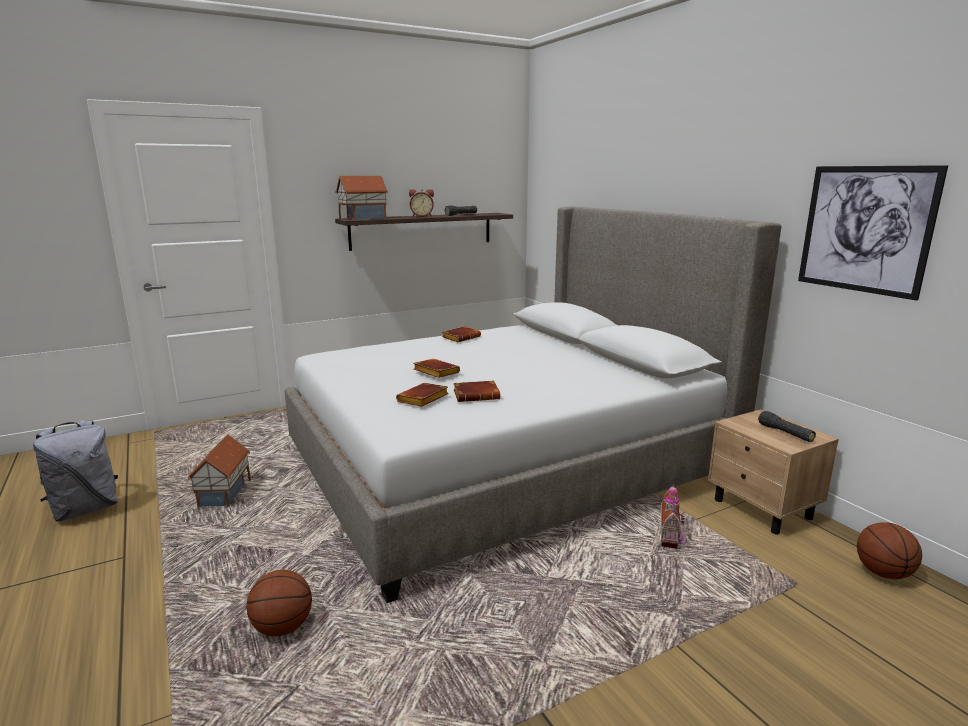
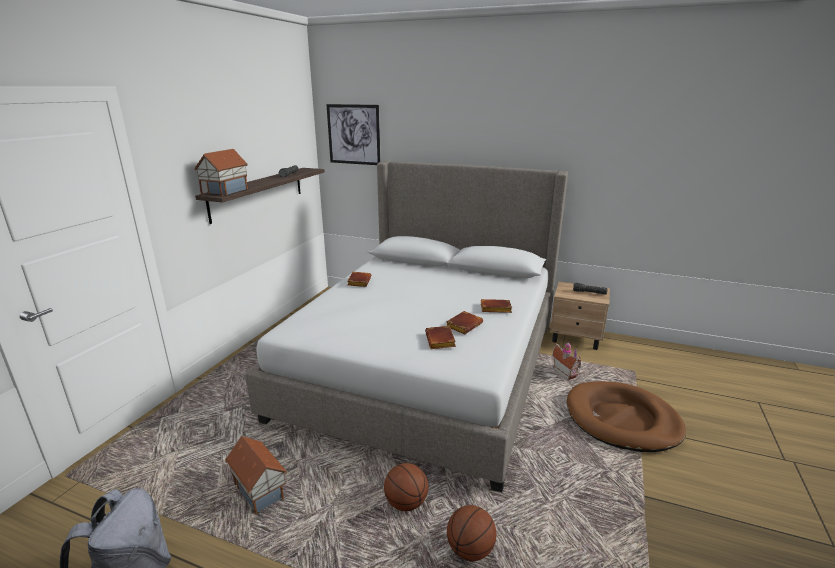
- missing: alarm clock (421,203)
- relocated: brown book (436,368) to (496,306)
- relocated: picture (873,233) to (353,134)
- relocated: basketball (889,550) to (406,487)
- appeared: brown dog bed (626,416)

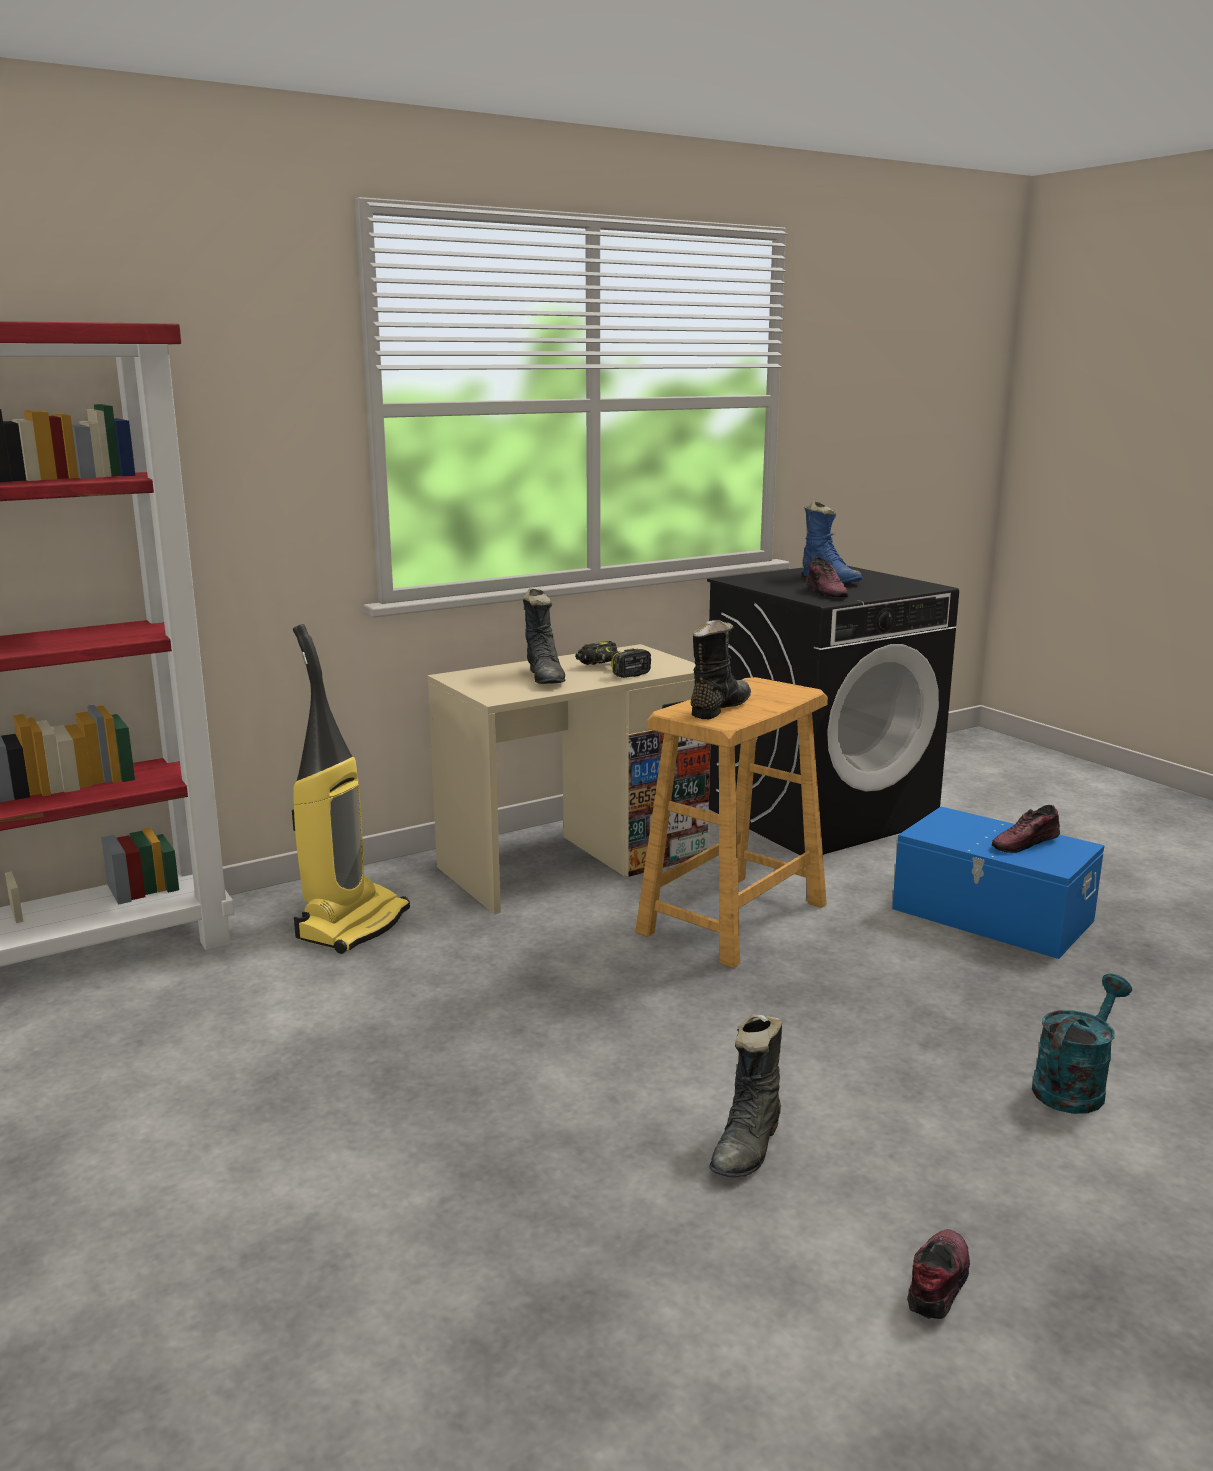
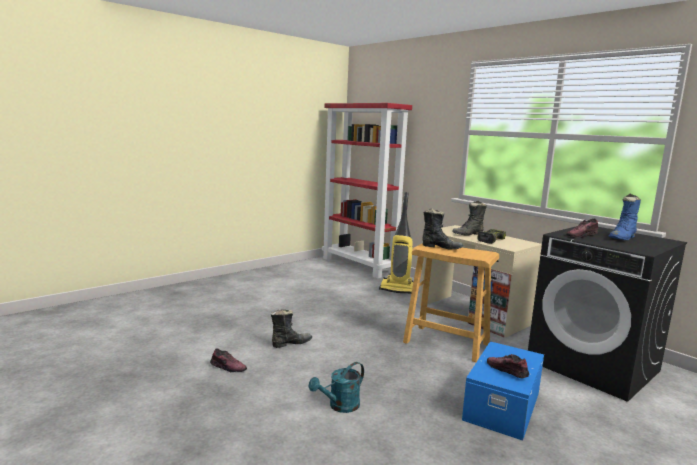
- spun: black boot (745,1096) = (291,328) 135 degrees clockwise
- spun: turquoise watering can (1082,1043) = (336,387) 105 degrees clockwise

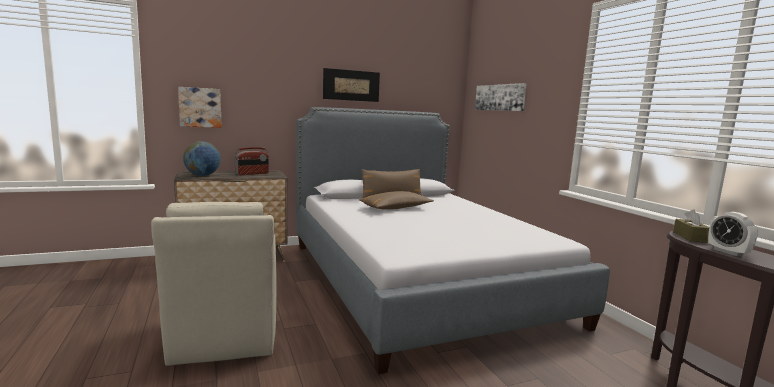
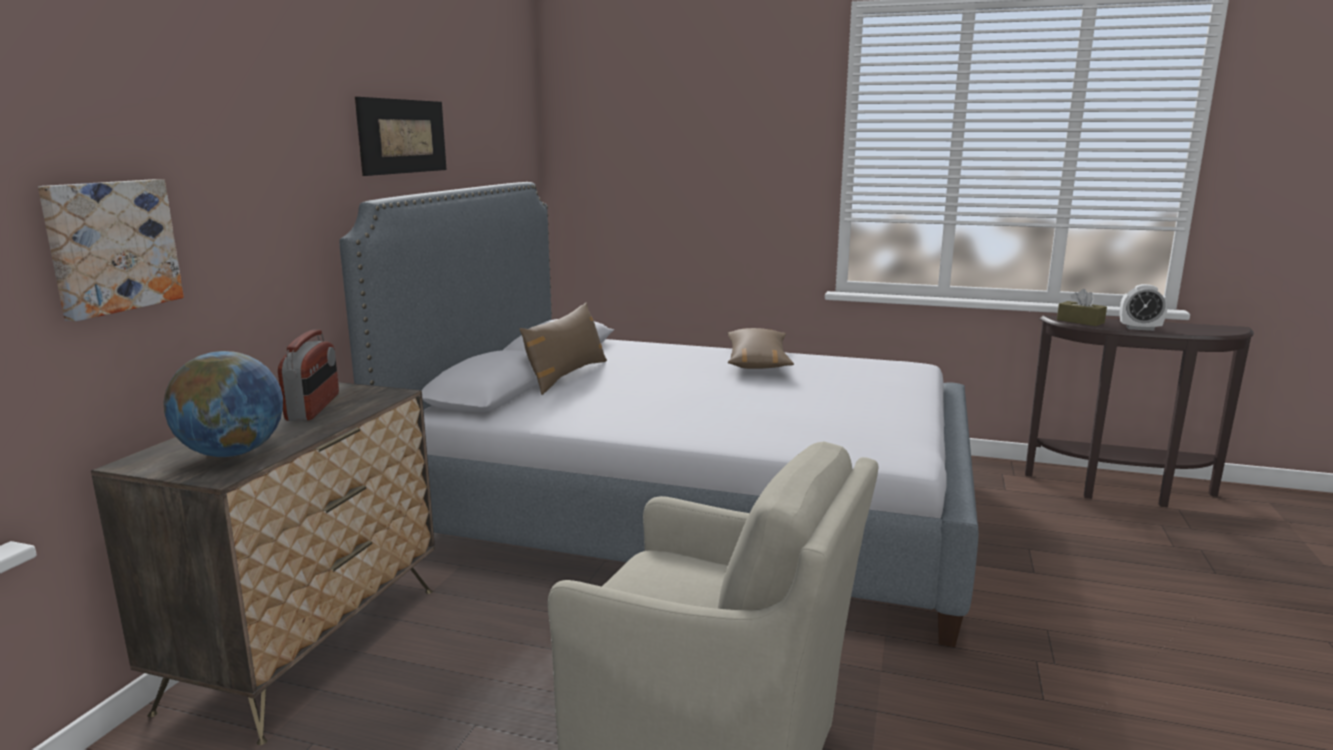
- relocated: brown pillow (396,200) to (760,348)
- missing: picture (501,97)

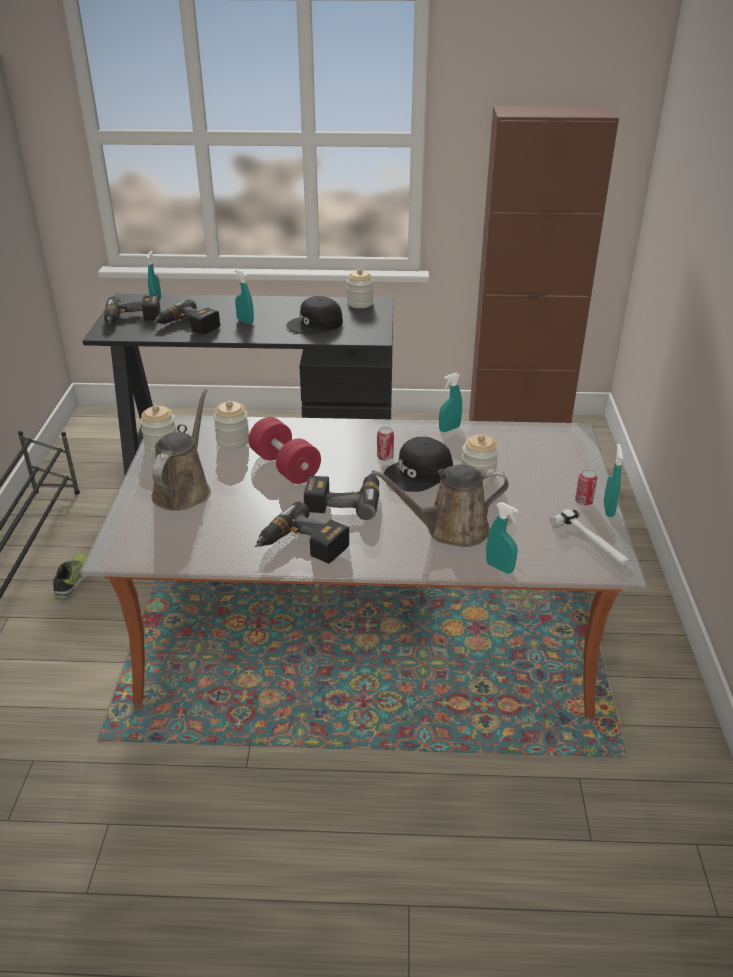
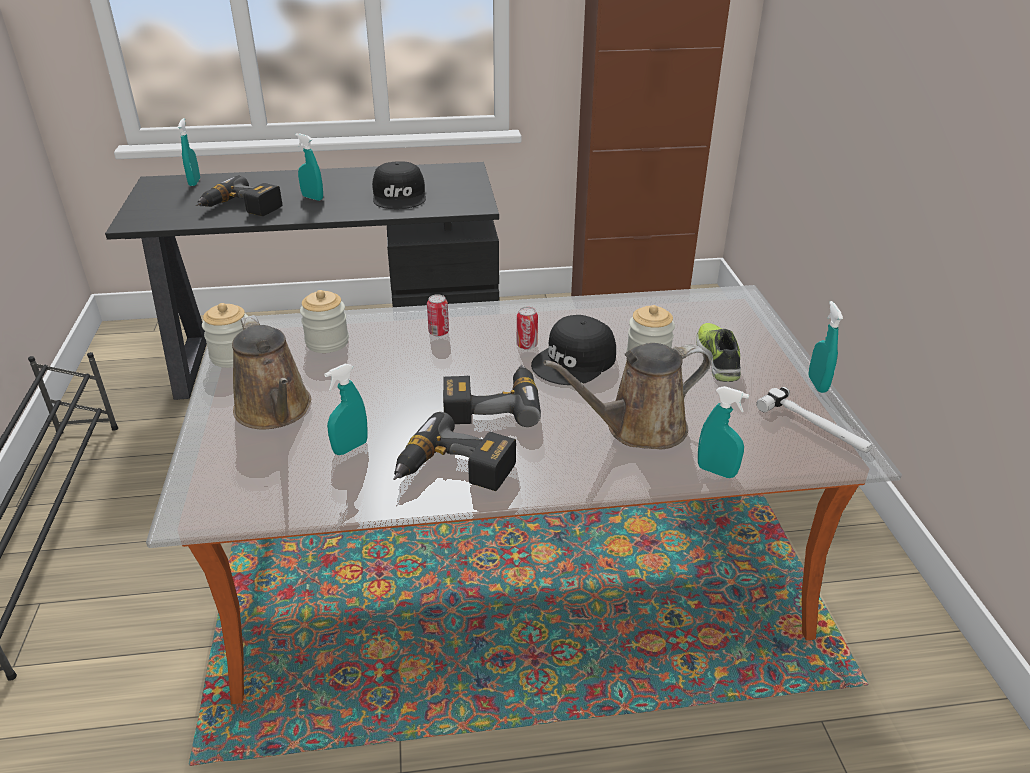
- relocated: shoe (70,576) to (718,352)
- missing: power drill (132,309)
- spun: brown watering can (181,449) = (271,372) 150 degrees clockwise
- missing: red dumbbell (285,450)
- spun: black cap (315,315) = (399,185) 60 degrees counterclockwise
- missing: jar (360,288)
- relocated: turquoise spray bottle (450,402) to (346,409)
- relocated: can (586,488) to (438,315)

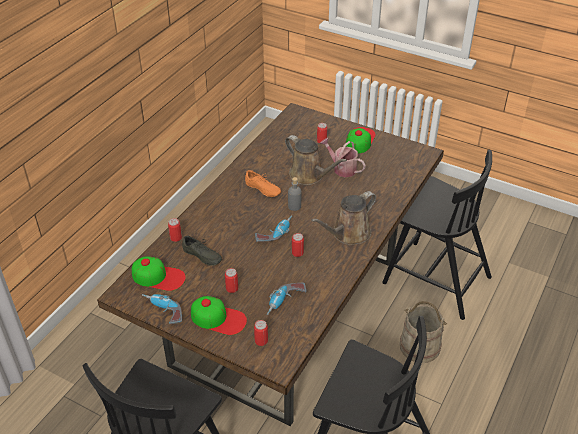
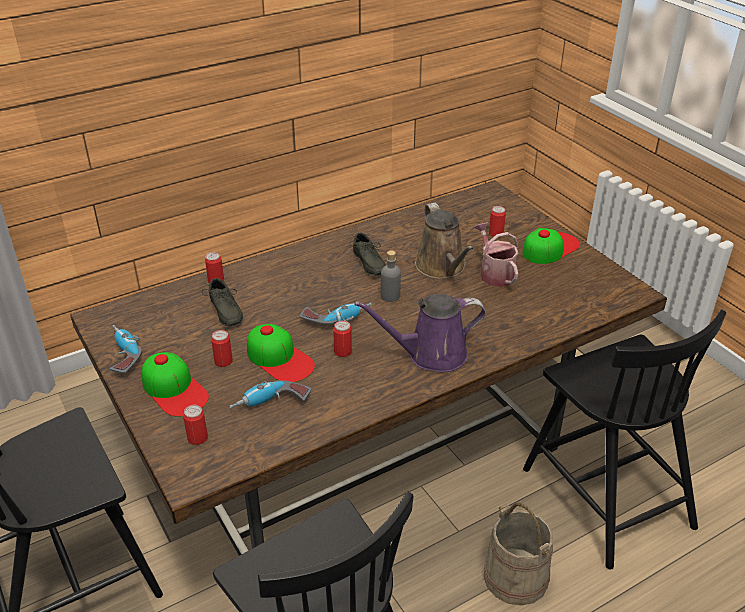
- relocated: cap (159,273) to (281,353)
- colour: orange shoe (263,183) to grey shoe (367,254)
- colour: brown watering can (343,218) to purple watering can (420,333)

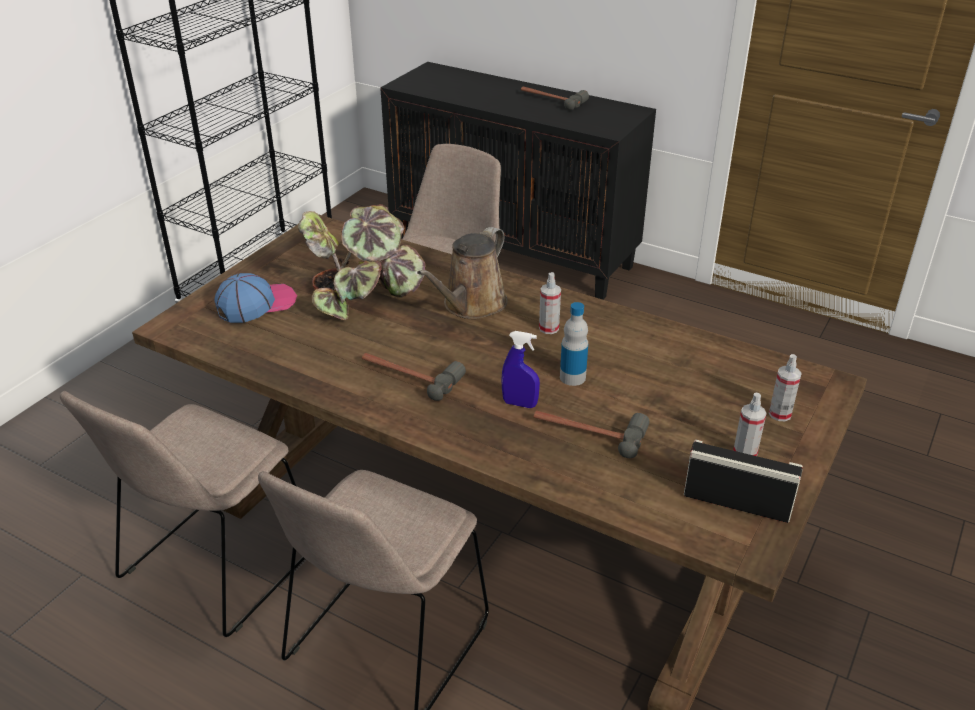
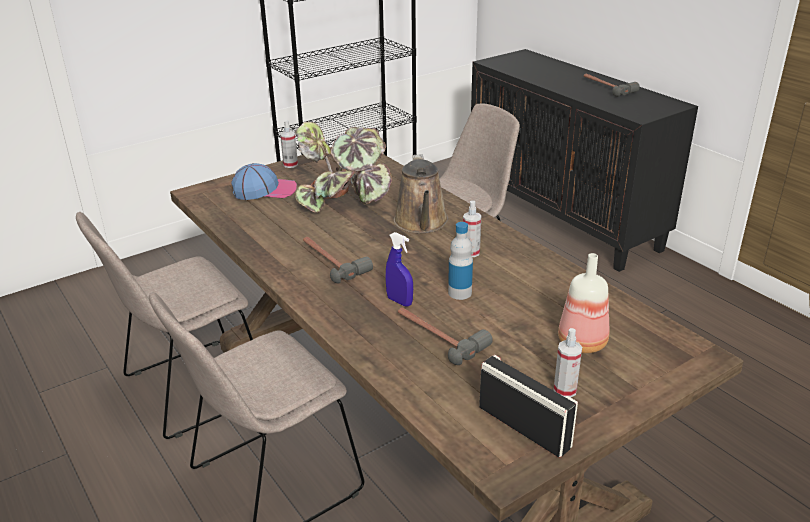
- spun: brown watering can (462,273) = (421,193) 60 degrees counterclockwise
- relocated: spray bottle (785,387) to (289,144)
- appeared: bottle (583,303)

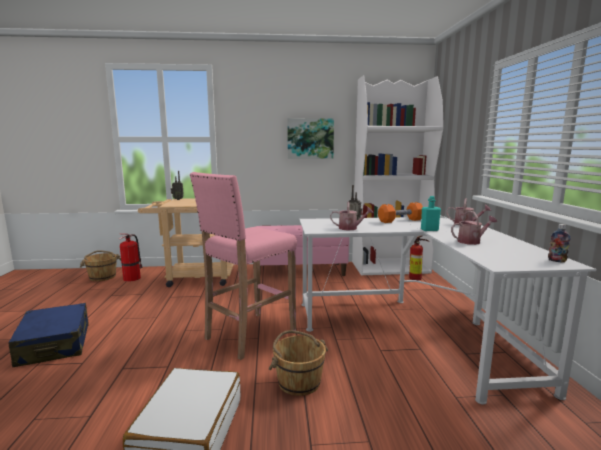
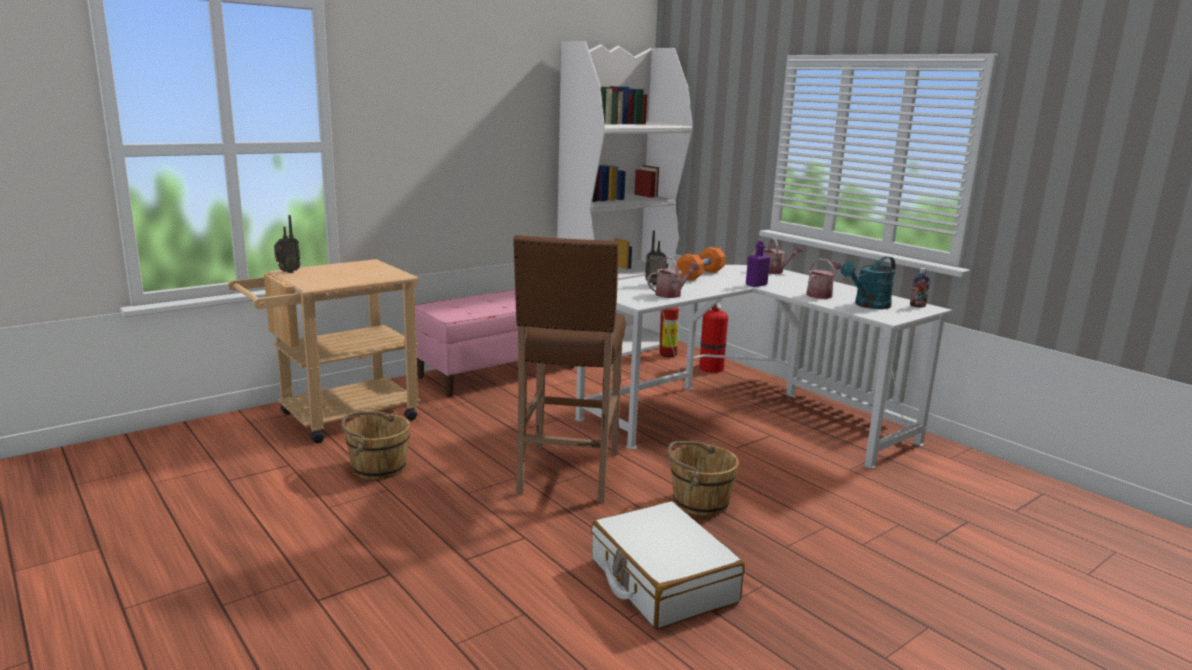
- missing: blue suitcase (48,335)
- relocated: brown bucket (100,265) to (375,445)
- relocated: fire extinguisher (131,258) to (713,336)
- colour: pink stool (243,266) to brown stool (569,368)
- missing: picture (310,138)
- colour: turquoise bottle (431,213) to purple bottle (758,264)
- appeared: turquoise watering can (868,282)

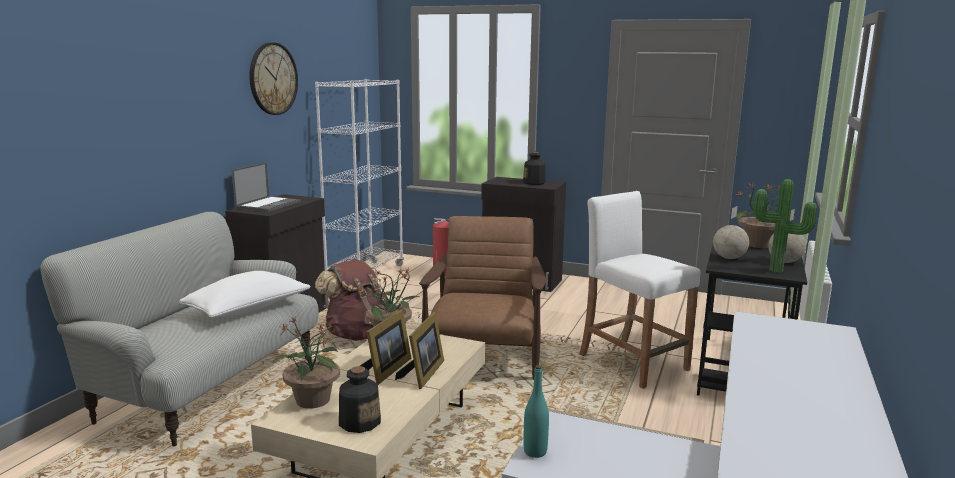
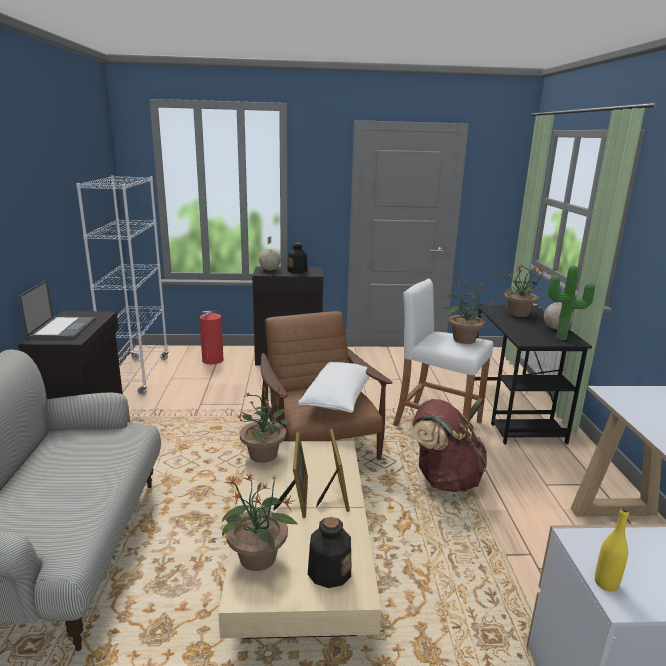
- relocated: white pillow (244,294) to (336,387)
- missing: wall clock (273,78)
- relocated: brown backpack (351,300) to (449,445)
- colour: turquoise bottle (536,411) to yellow bottle (612,549)
- relocated: globe (731,232) to (270,253)
- appeared: potted plant (467,313)

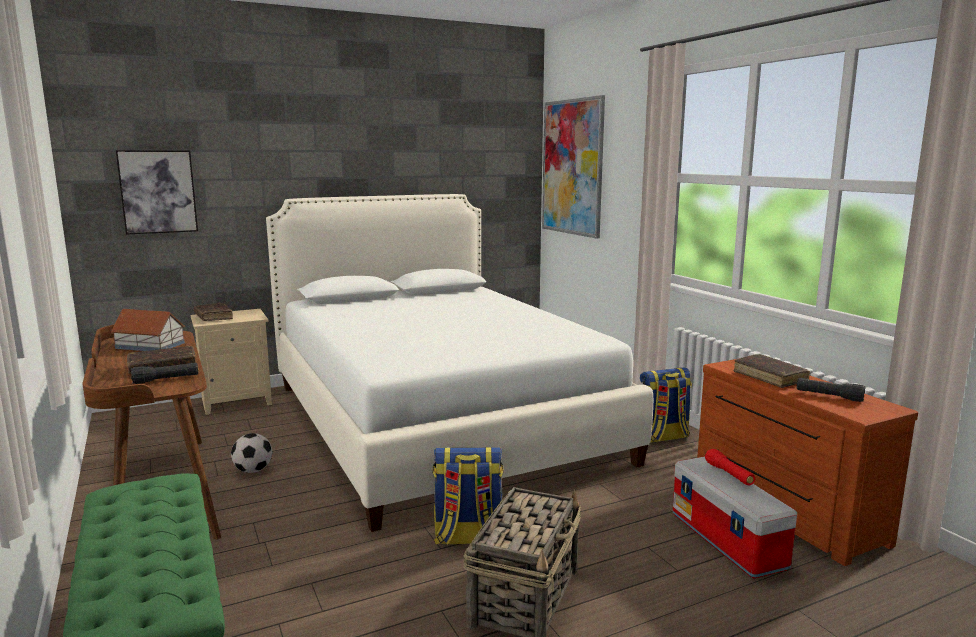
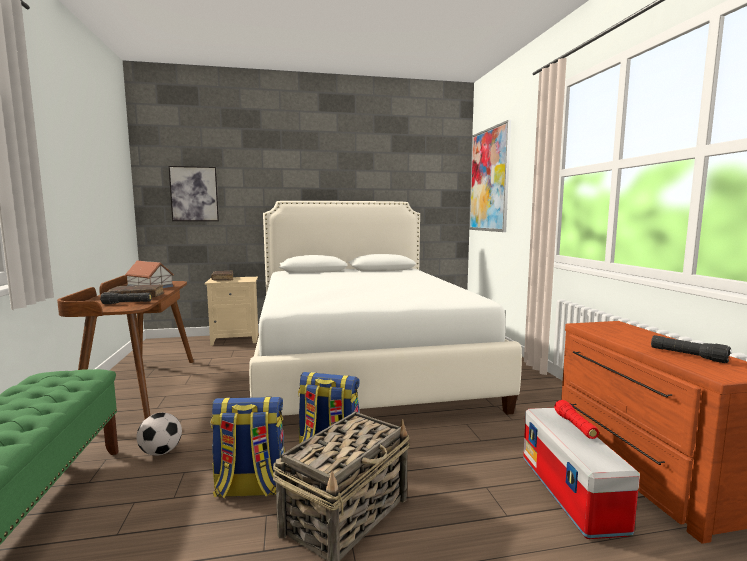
- relocated: football (251,453) to (159,434)
- relocated: backpack (666,405) to (248,447)
- missing: brown book (771,371)

